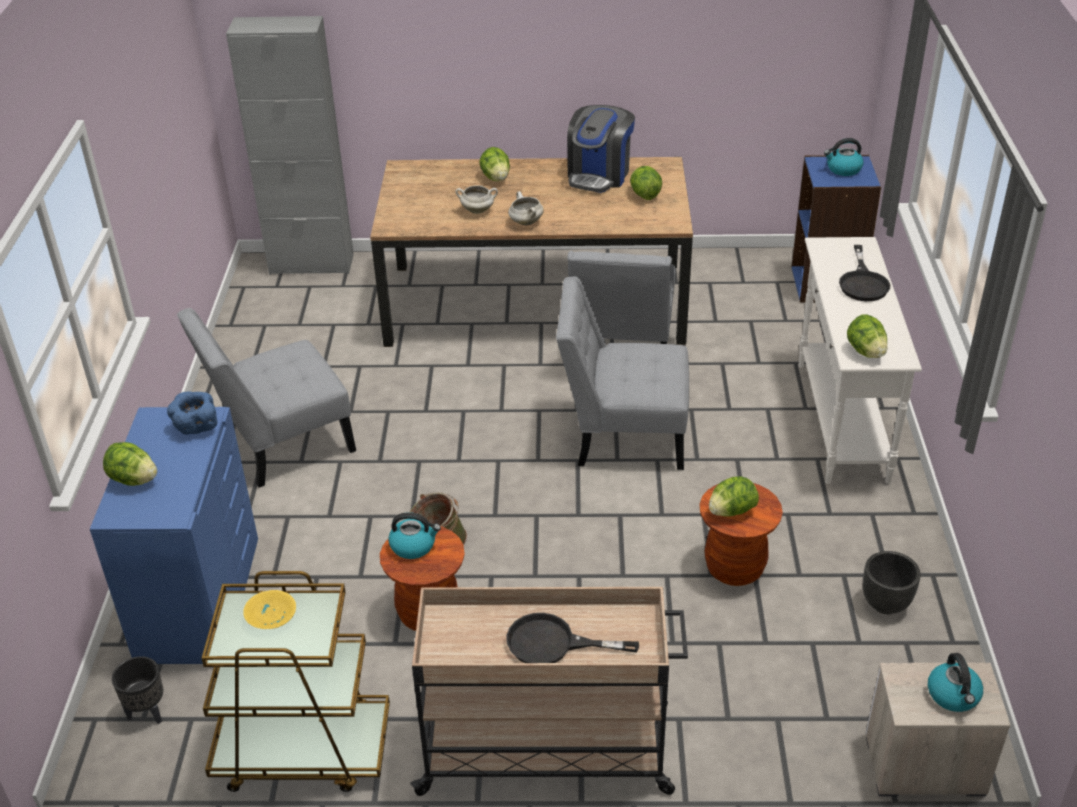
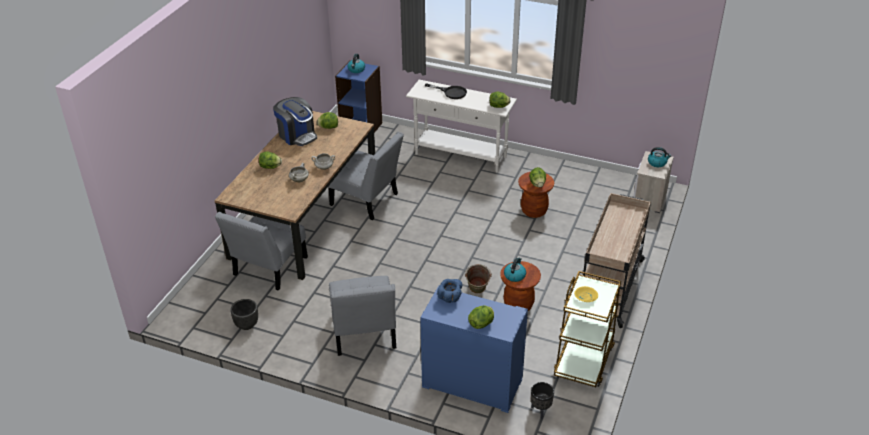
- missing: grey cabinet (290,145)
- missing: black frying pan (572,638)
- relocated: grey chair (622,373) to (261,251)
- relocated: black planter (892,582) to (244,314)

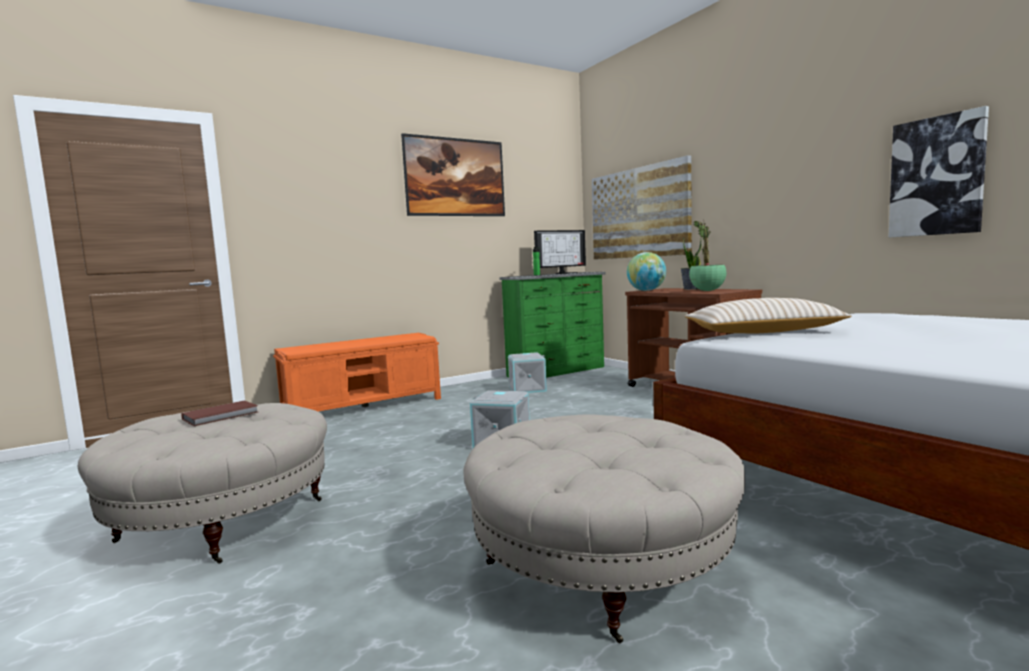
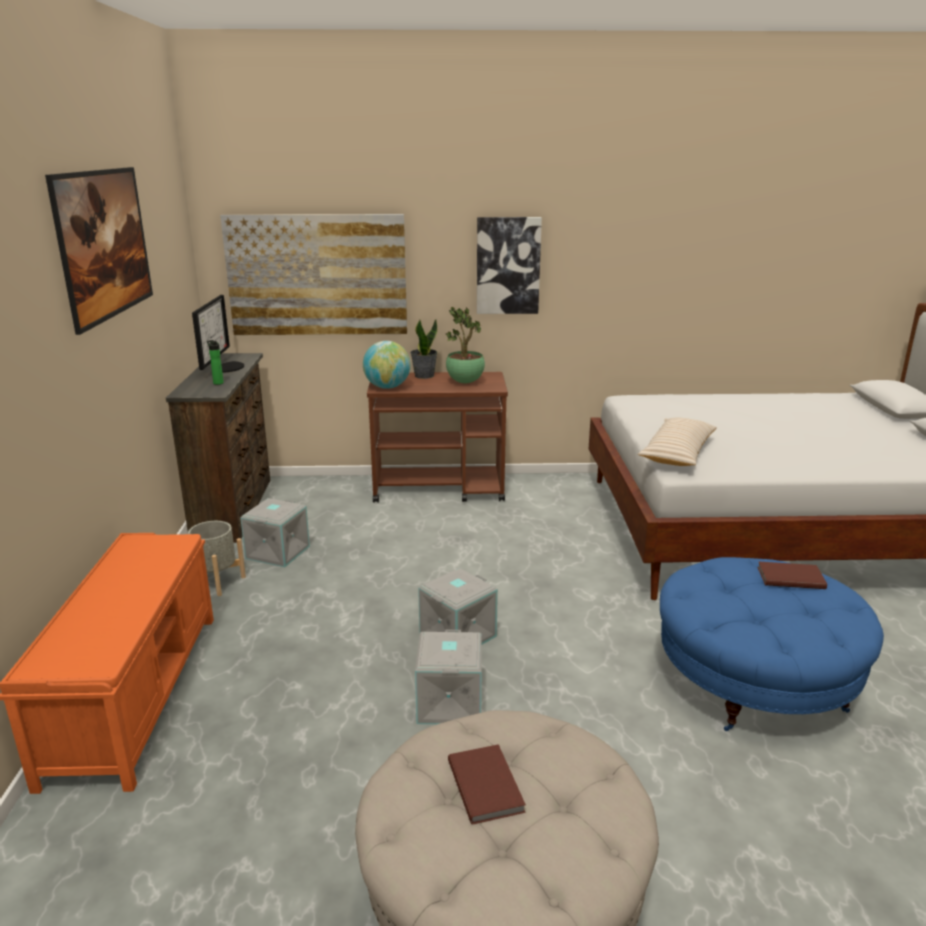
- colour: beige ottoman (604,529) to blue ottoman (772,644)
- colour: green dresser (552,325) to brown dresser (218,448)
- relocated: picture (939,171) to (509,265)
- appeared: grey planter (217,558)
- appeared: grey storage box (448,677)
- appeared: brown book (792,575)

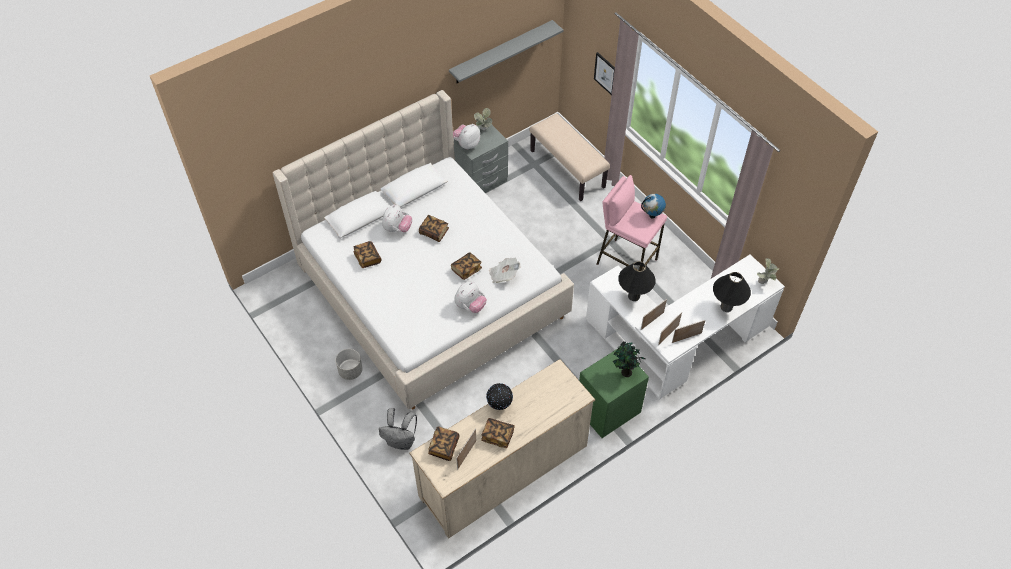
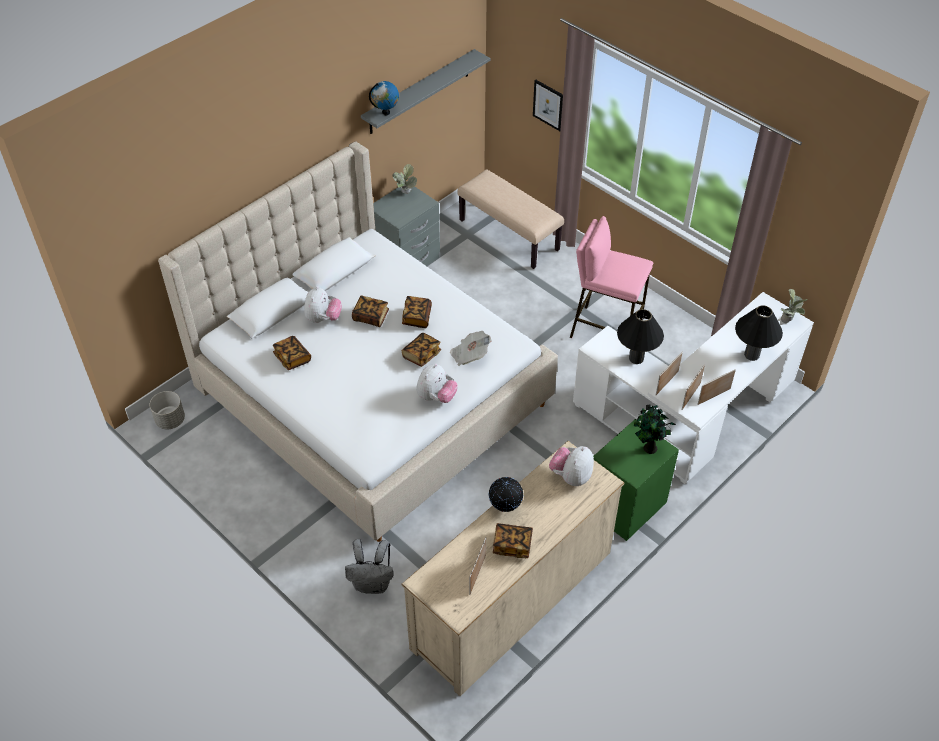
- relocated: grey planter (349,364) to (167,410)
- relocated: book (443,443) to (417,312)
- relocated: plush toy (466,136) to (571,466)
- relocated: globe (653,206) to (384,98)

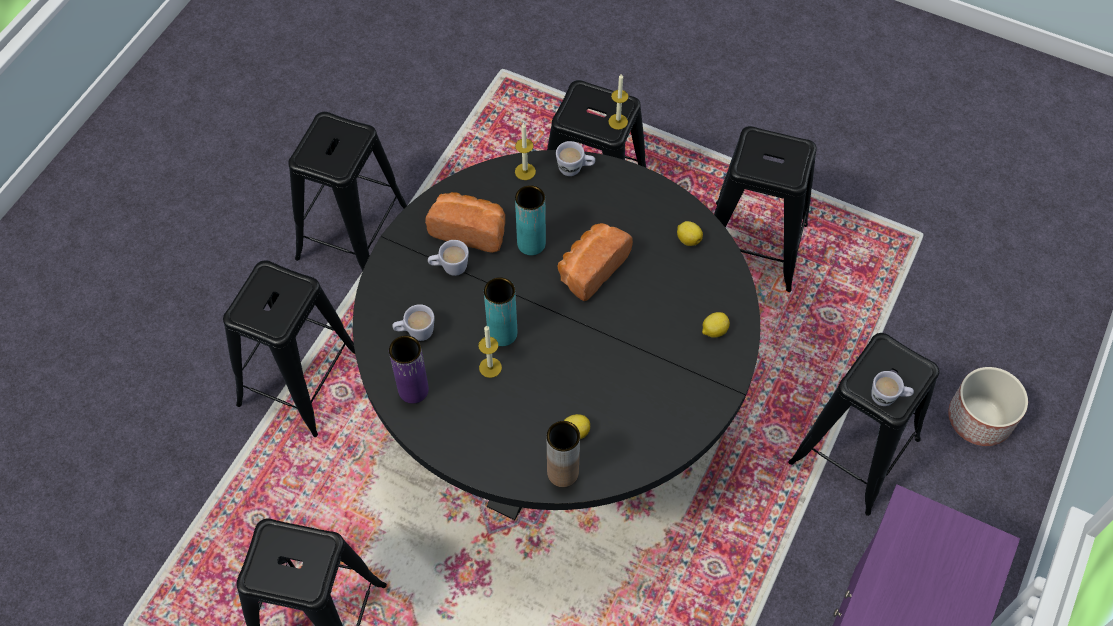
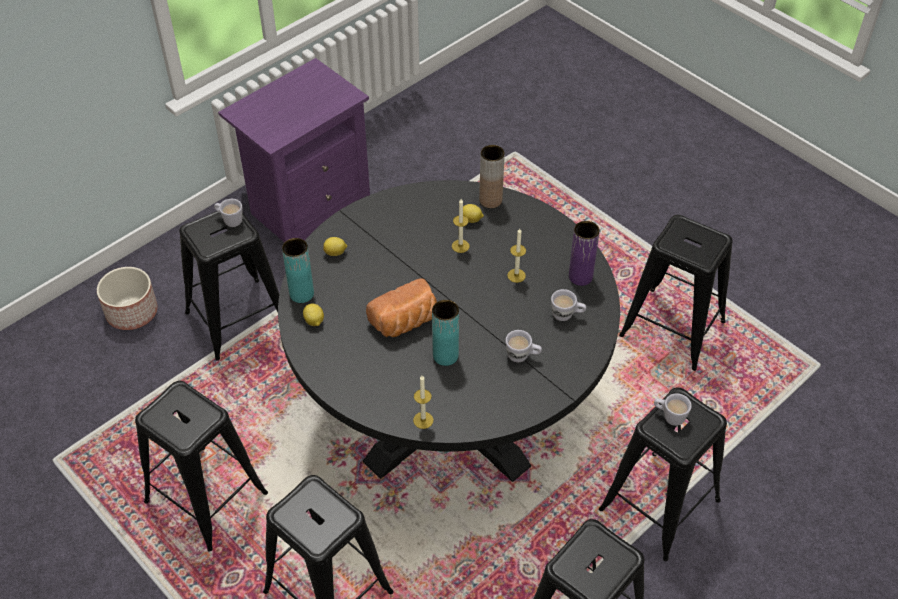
- missing: bread (465,222)
- relocated: turquoise vase (500,311) to (298,270)
- relocated: white mug (575,158) to (673,409)
- relocated: candle (618,101) to (461,226)

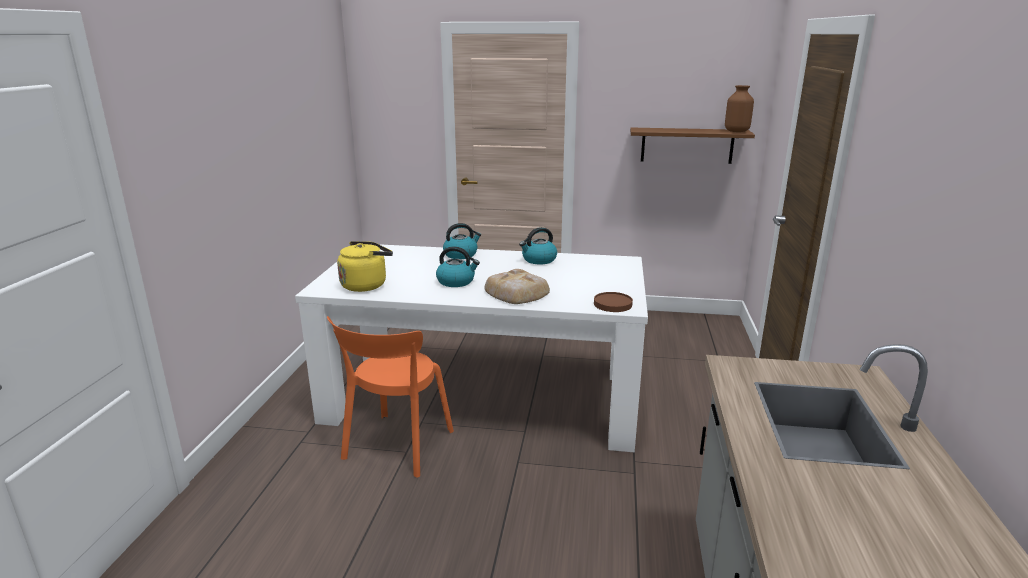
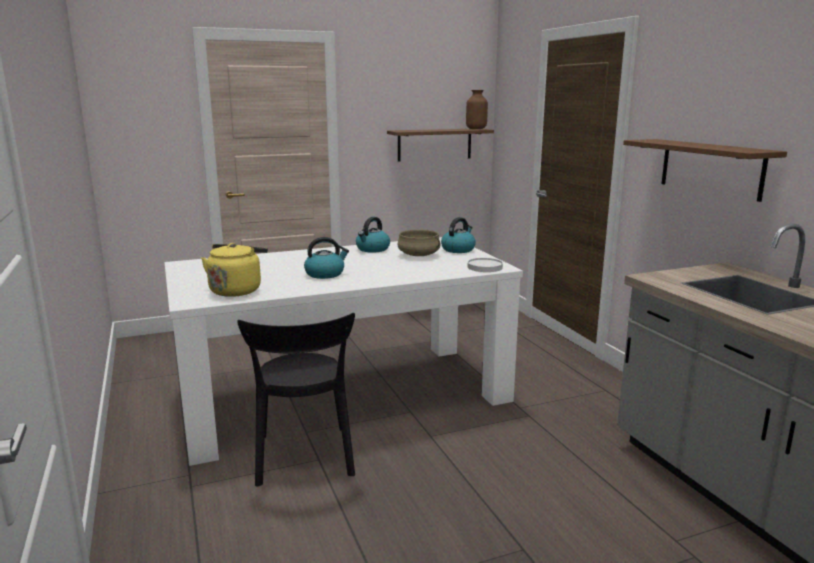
- colour: orange chair (390,397) to black chair (296,400)
- relocated: kettle (462,241) to (458,235)
- missing: bread (517,286)
- colour: brown plate (613,302) to white plate (485,265)
- appeared: beige cooking pot (419,242)
- appeared: brown shelf (705,170)

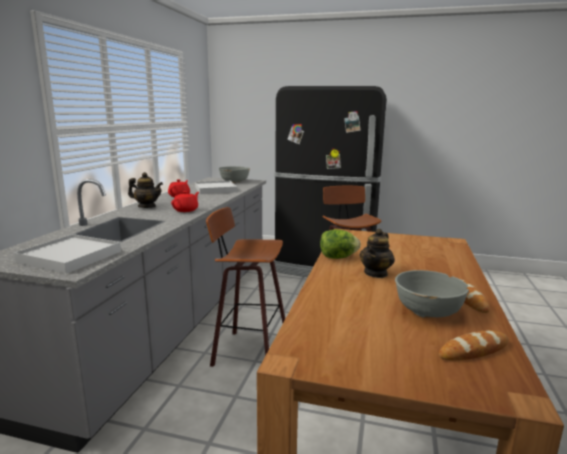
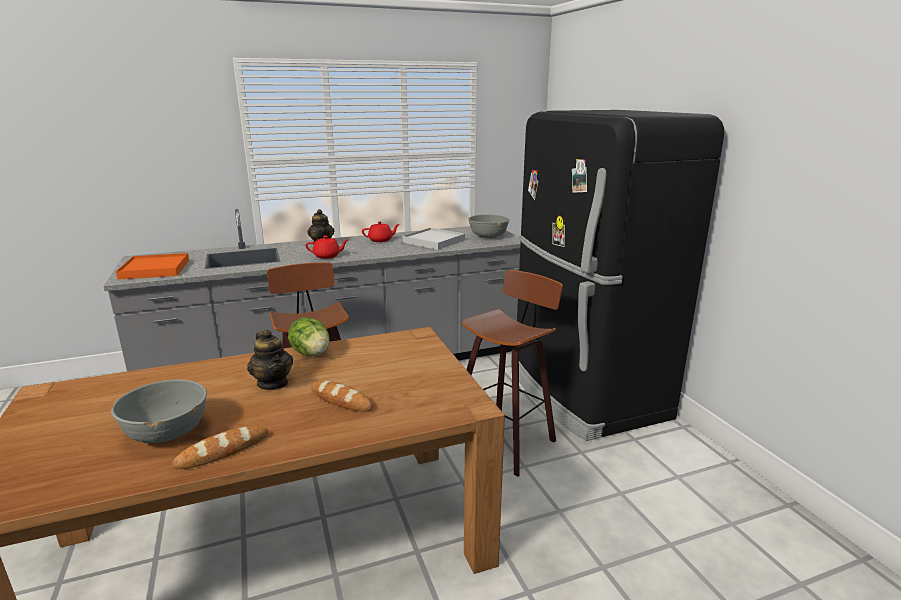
- colour: white tray (67,254) to orange tray (152,266)
- spun: teapot (377,253) = (270,359) 120 degrees counterclockwise
- relocated: bread (474,345) to (342,396)

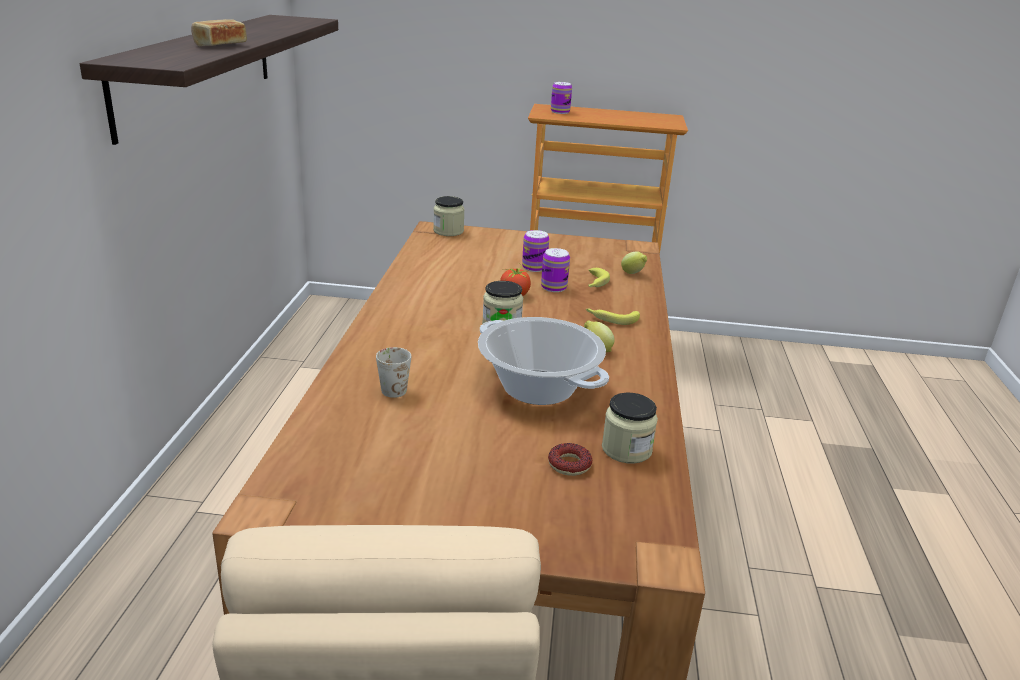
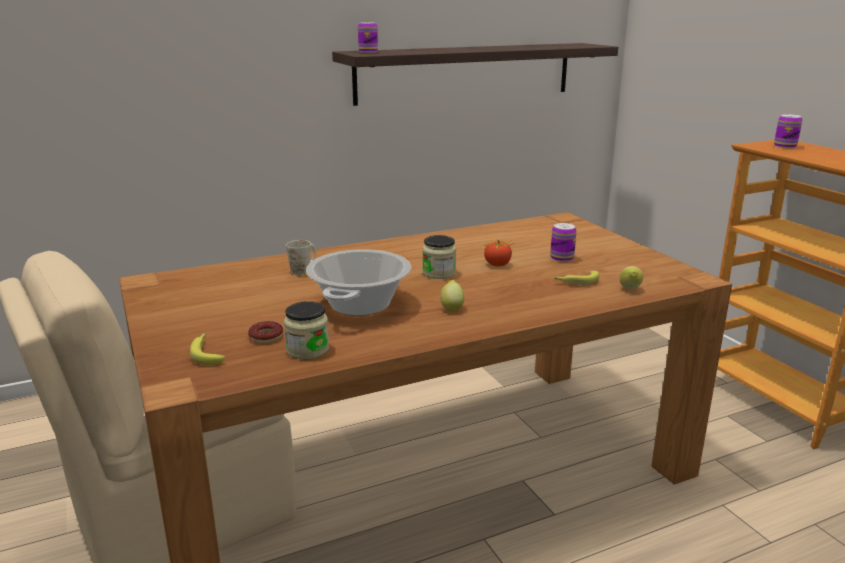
- missing: bread (219,32)
- missing: jar (449,216)
- relocated: can (555,270) to (368,37)
- relocated: banana (613,316) to (207,349)

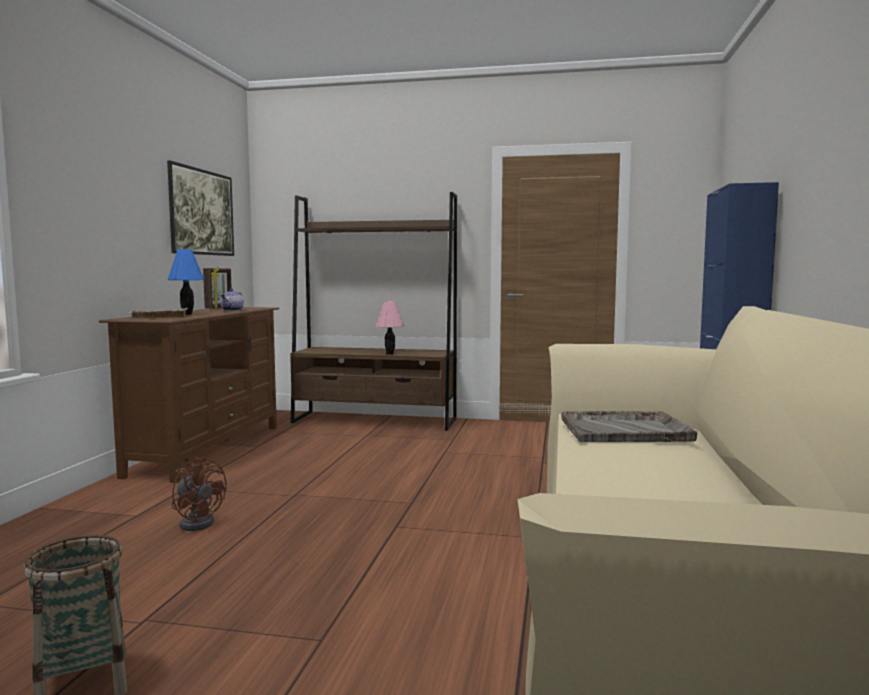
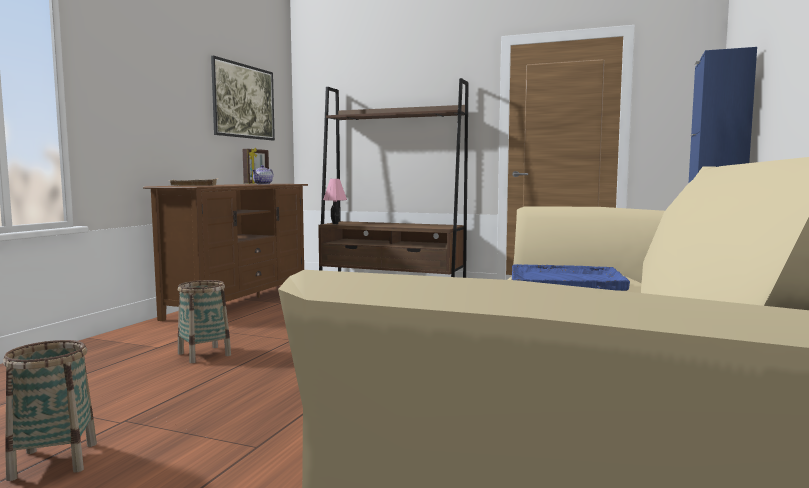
- missing: blue table lamp (186,282)
- exchanged: brown fan (199,494) to basket (204,321)
- relocated: pink table lamp (390,328) to (335,201)
- colour: grey tray (629,426) to blue tray (571,277)

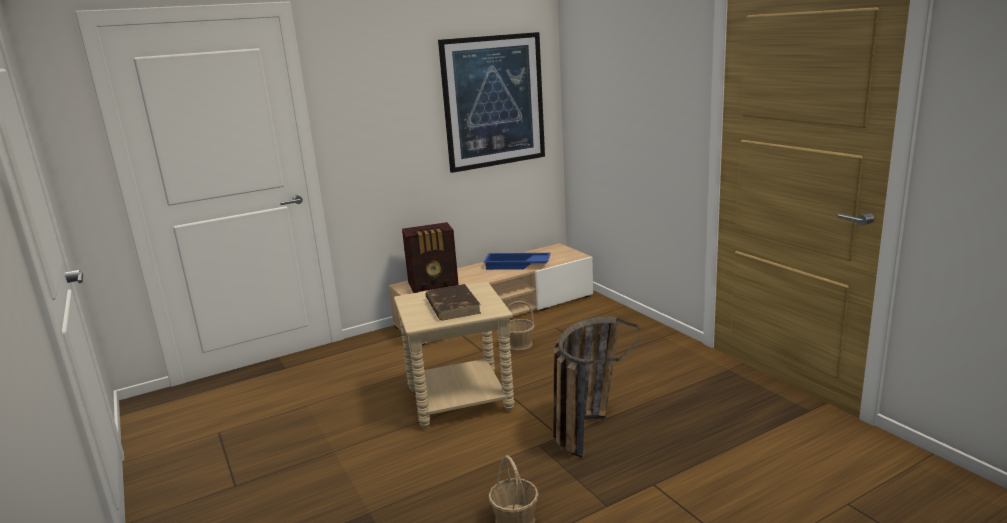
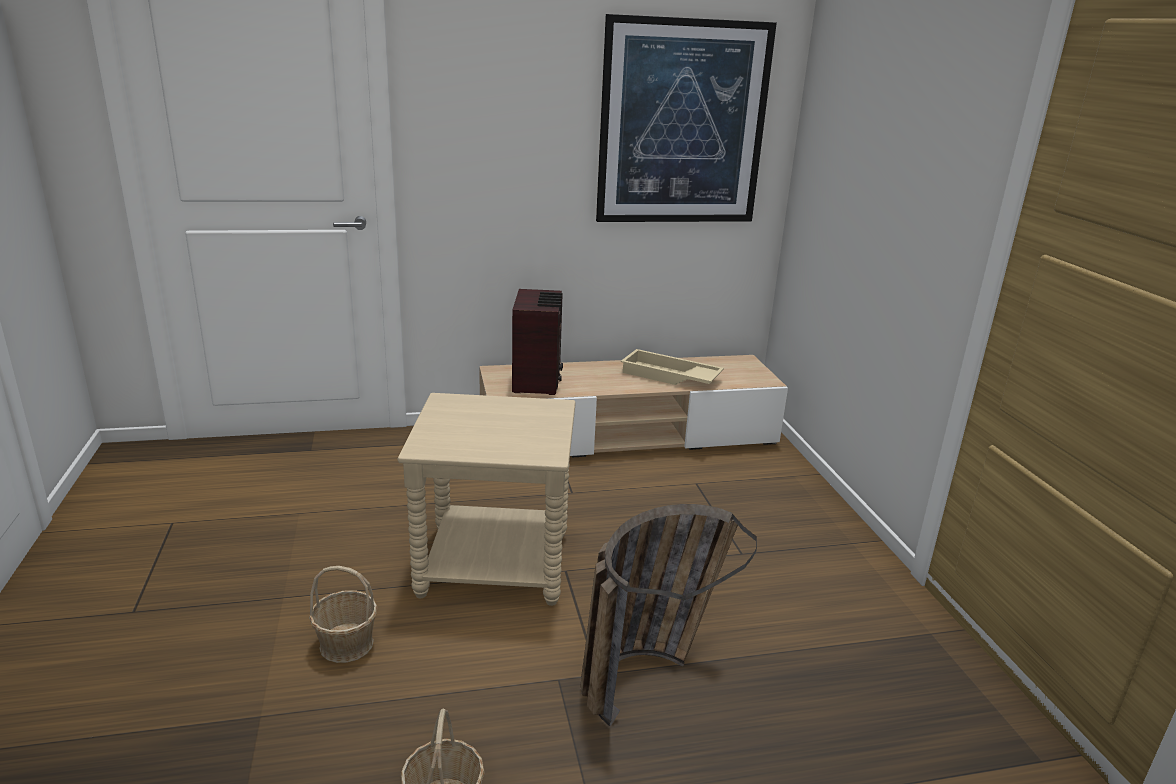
- spun: radio (430,257) = (537,342) 90 degrees counterclockwise
- missing: brown book (453,302)
- colour: blue tray (517,261) to beige tray (672,367)
- relocated: basket (521,326) to (343,614)

